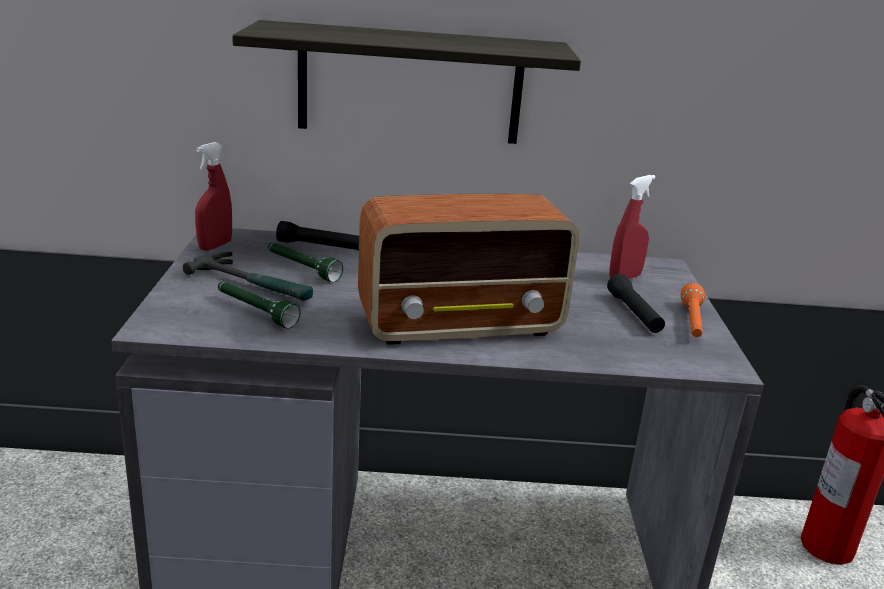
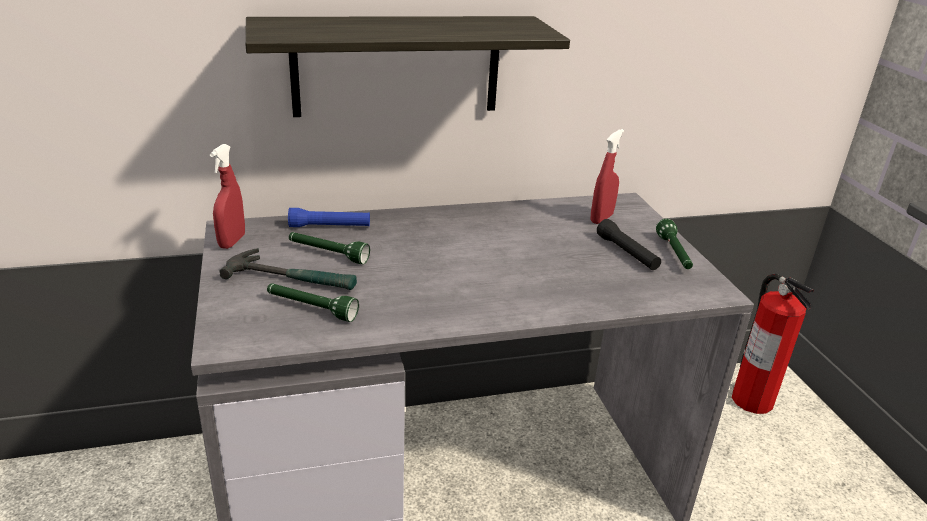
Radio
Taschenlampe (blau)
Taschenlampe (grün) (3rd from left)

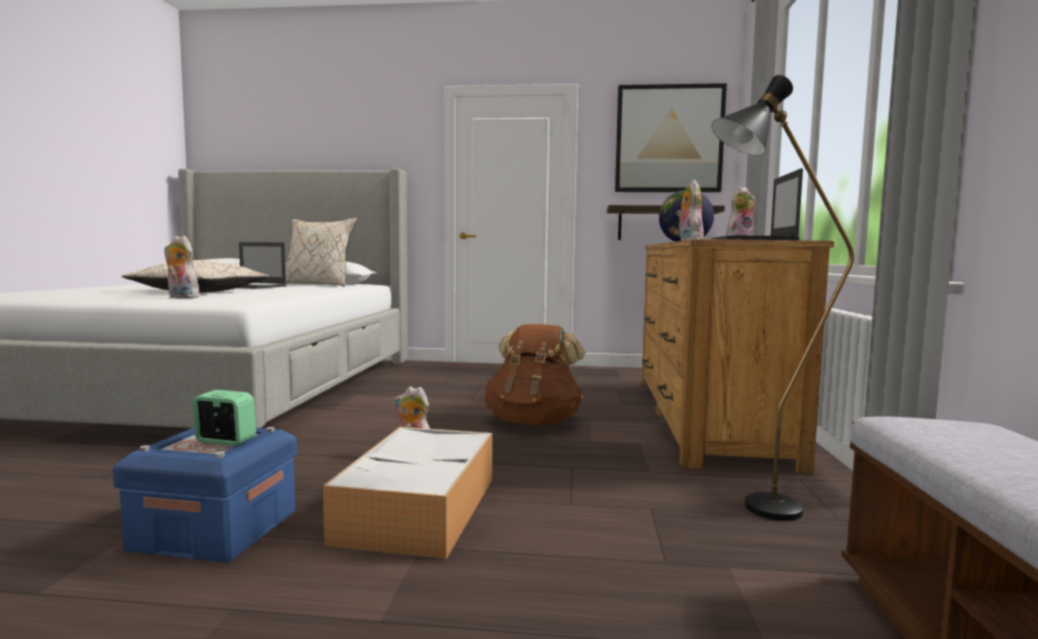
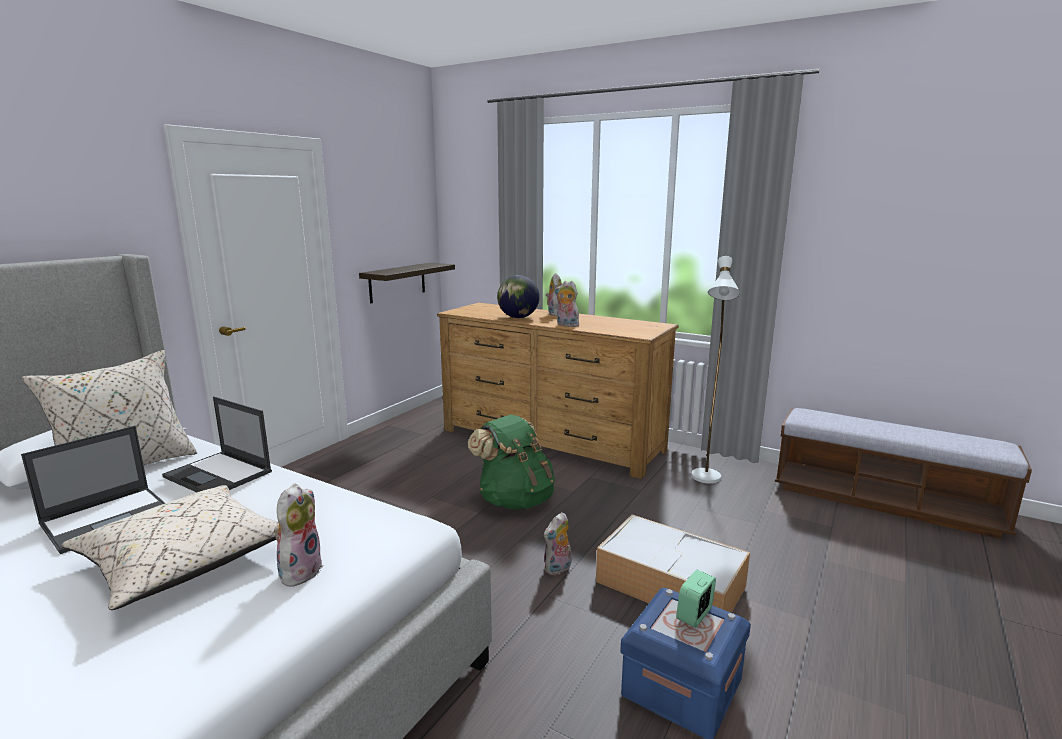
Bild
Laptop (2nd from left)
Rucksack (grün)
Stehlampe (weiß)
Plüschtier (1st from left)

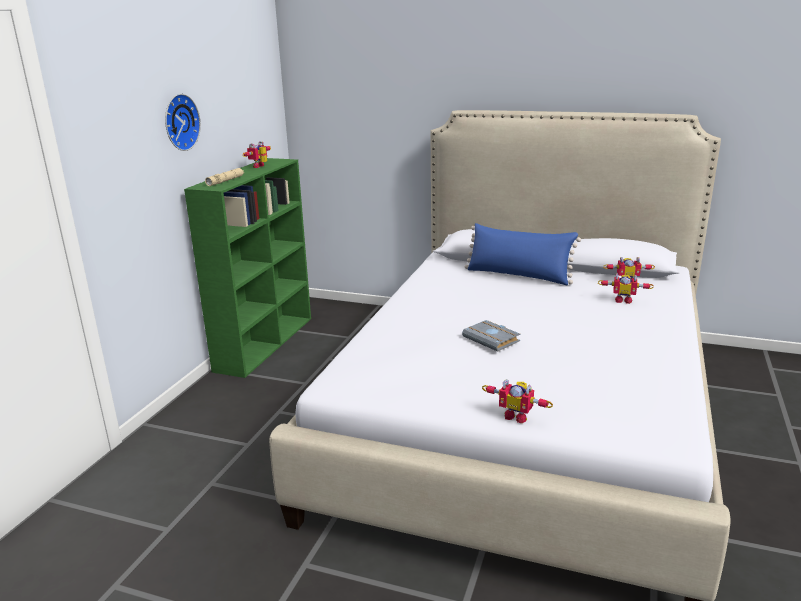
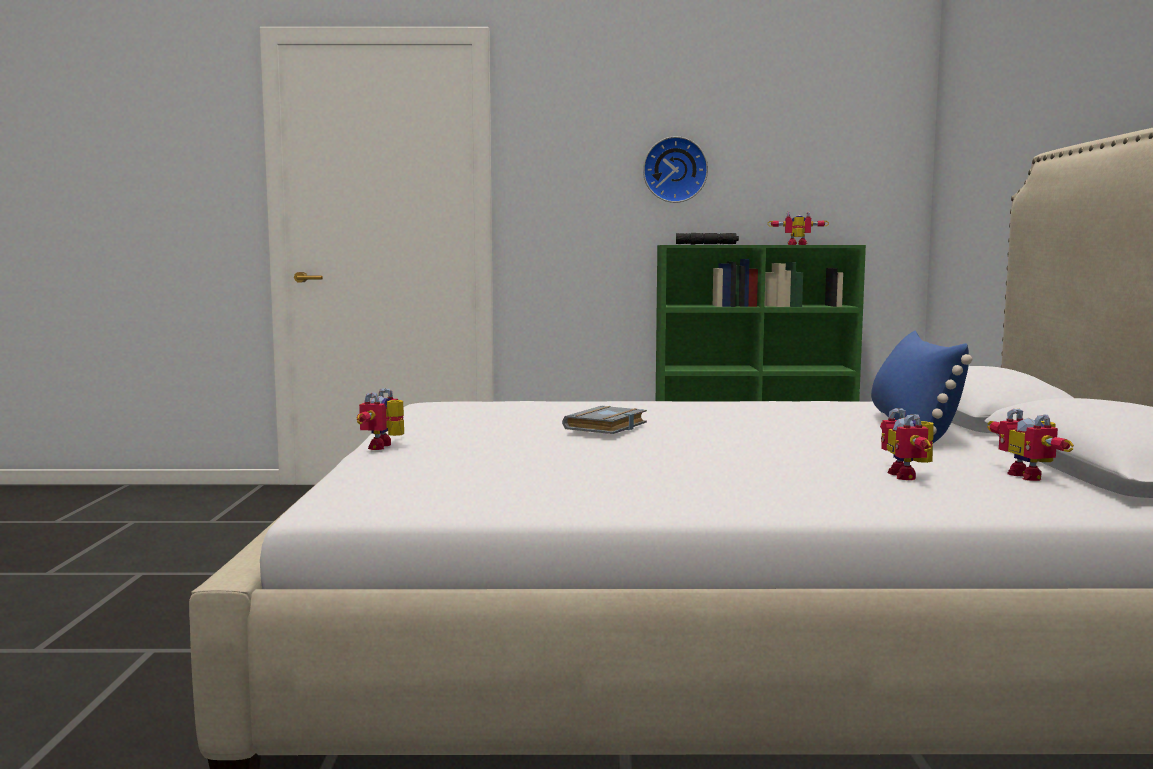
Taschenlampe (schwarz)

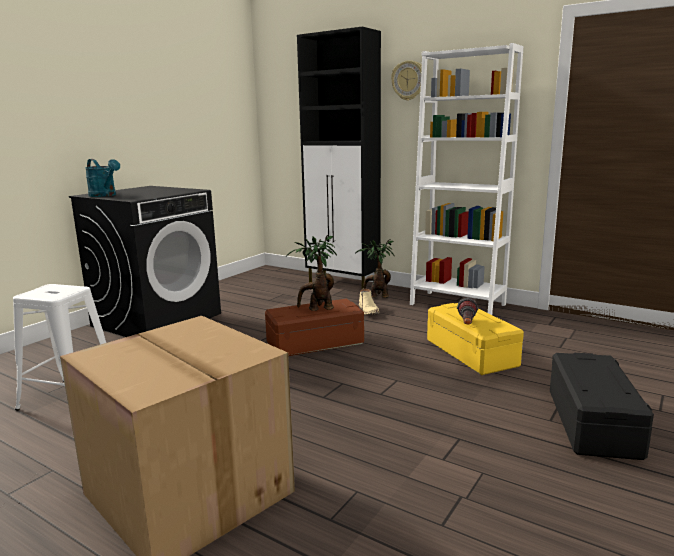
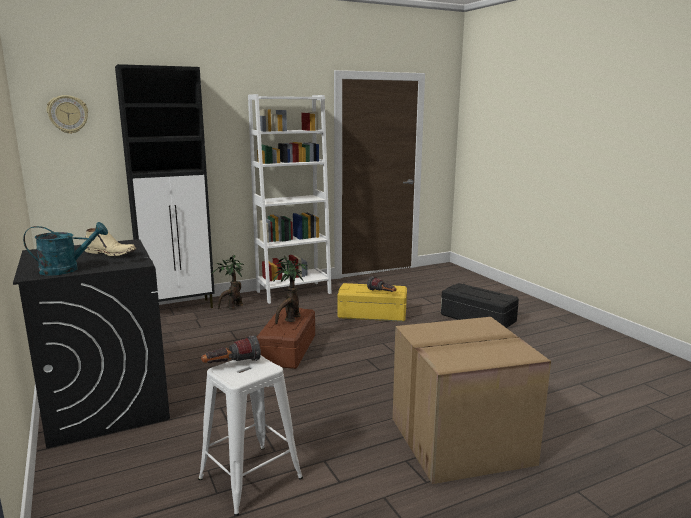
Taschenlampe (1st from left)
Stiefel (beige)
Wanduhr

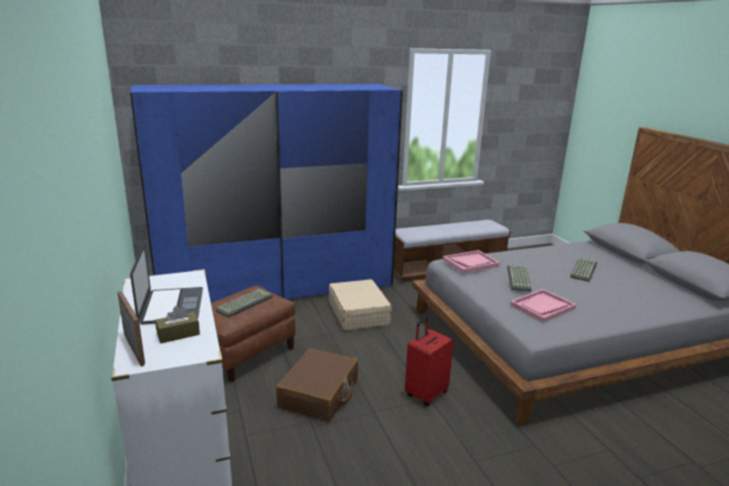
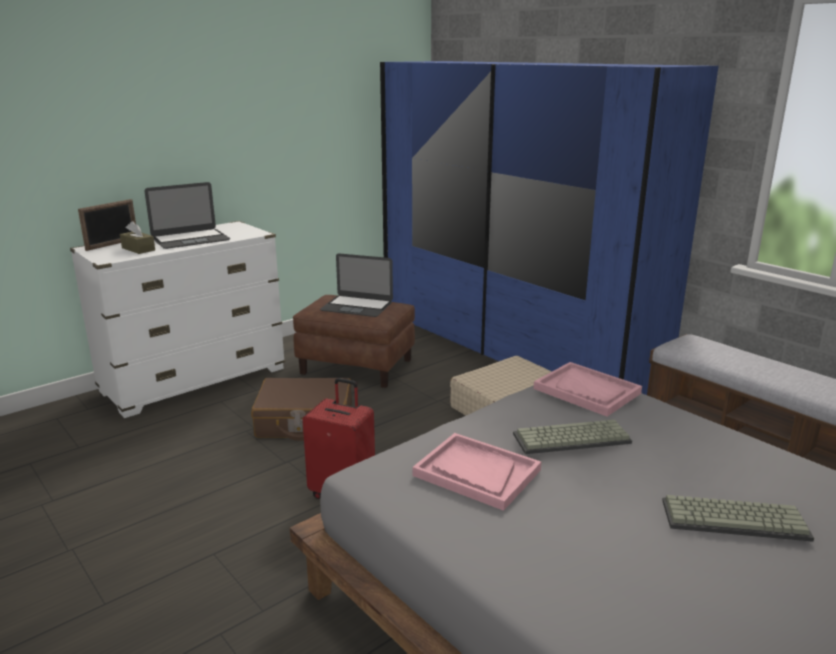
Laptop (2nd from left)

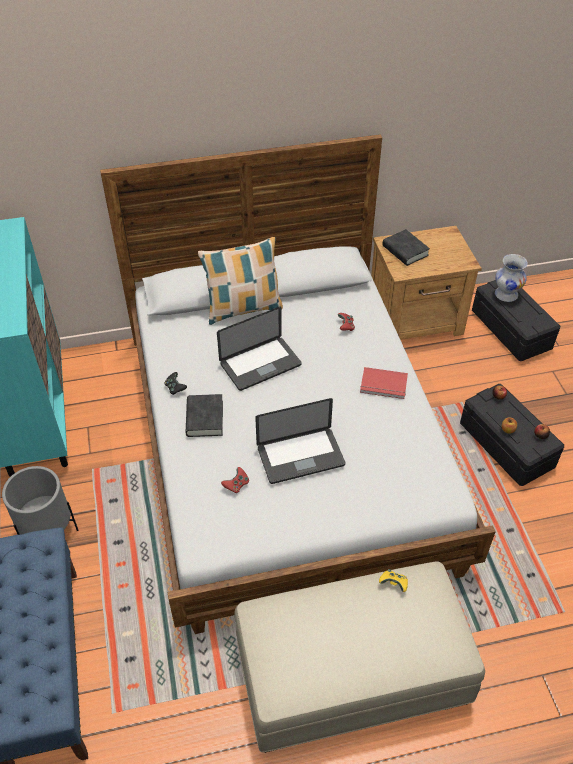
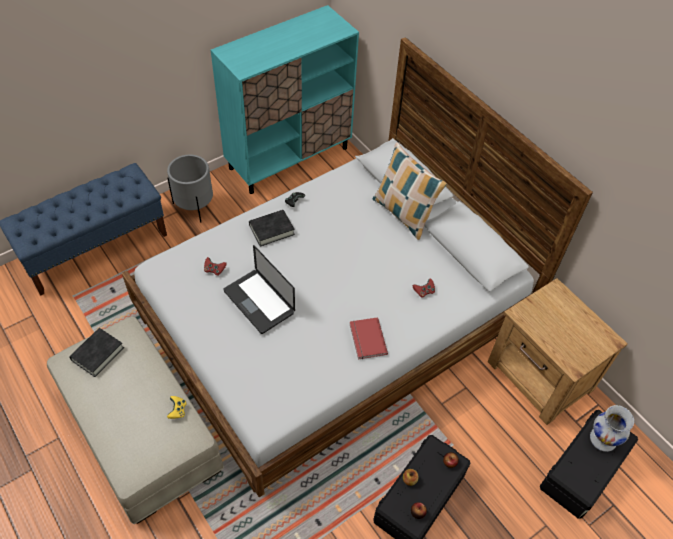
Laptop (1st from left in the first image)
Buch (schwarz) (1st from left)

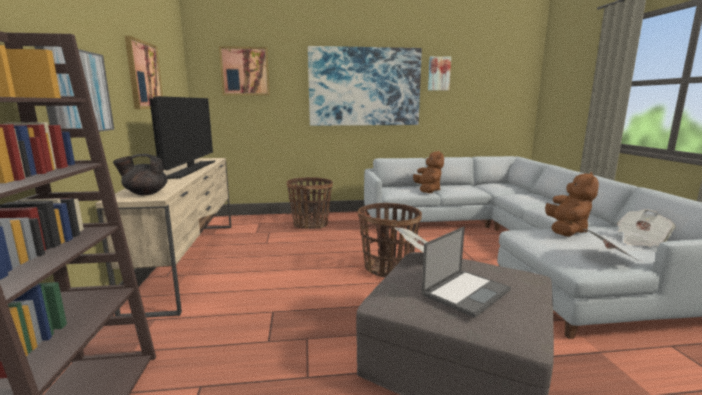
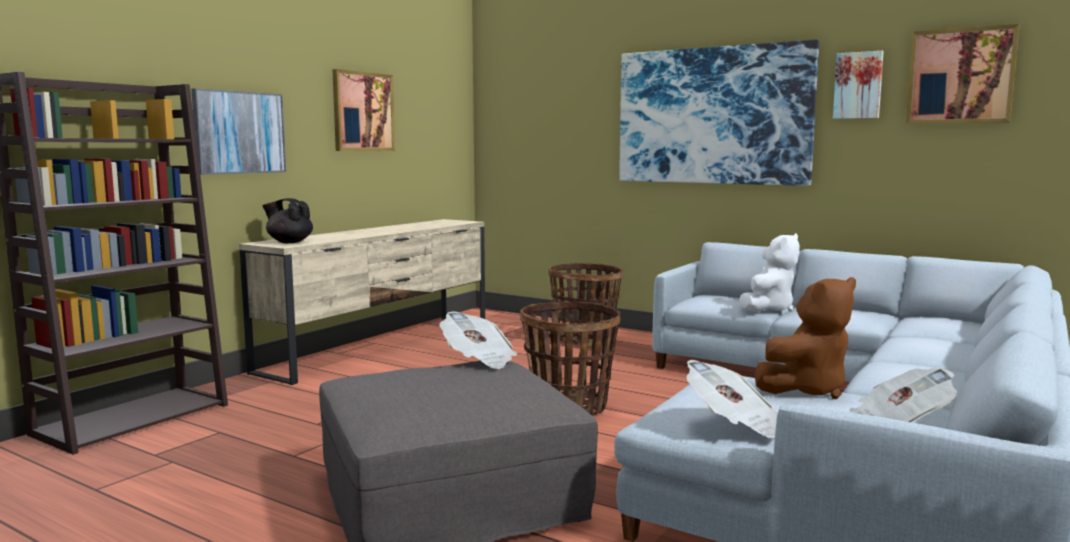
Fernseher
Laptop
Bild (5th from left)
Plüschtier (weiß)

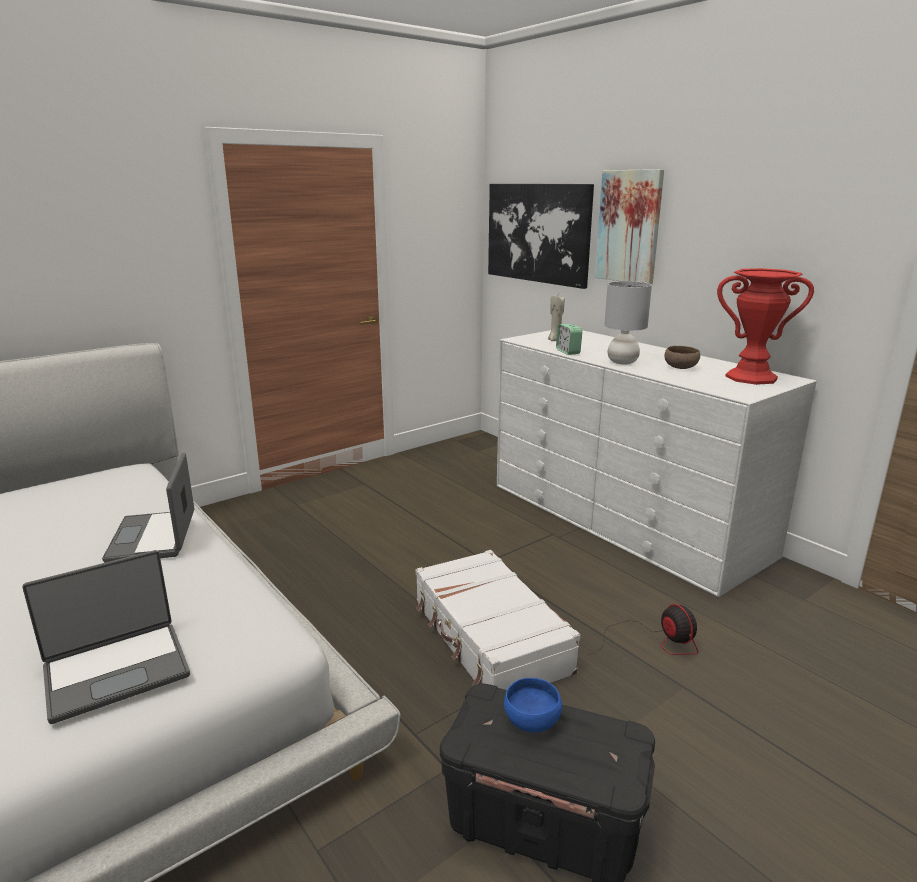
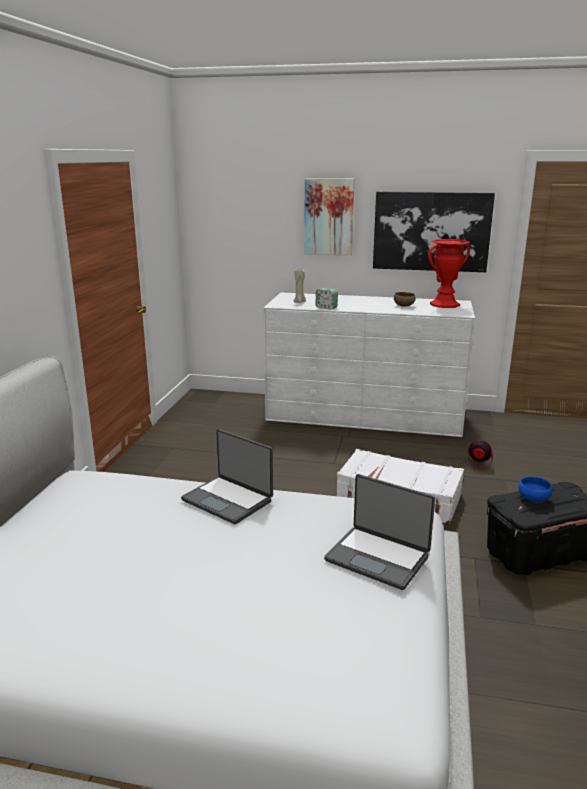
Tischlampe (grau)
Bild (2nd from left)
Laptop (2nd from left)

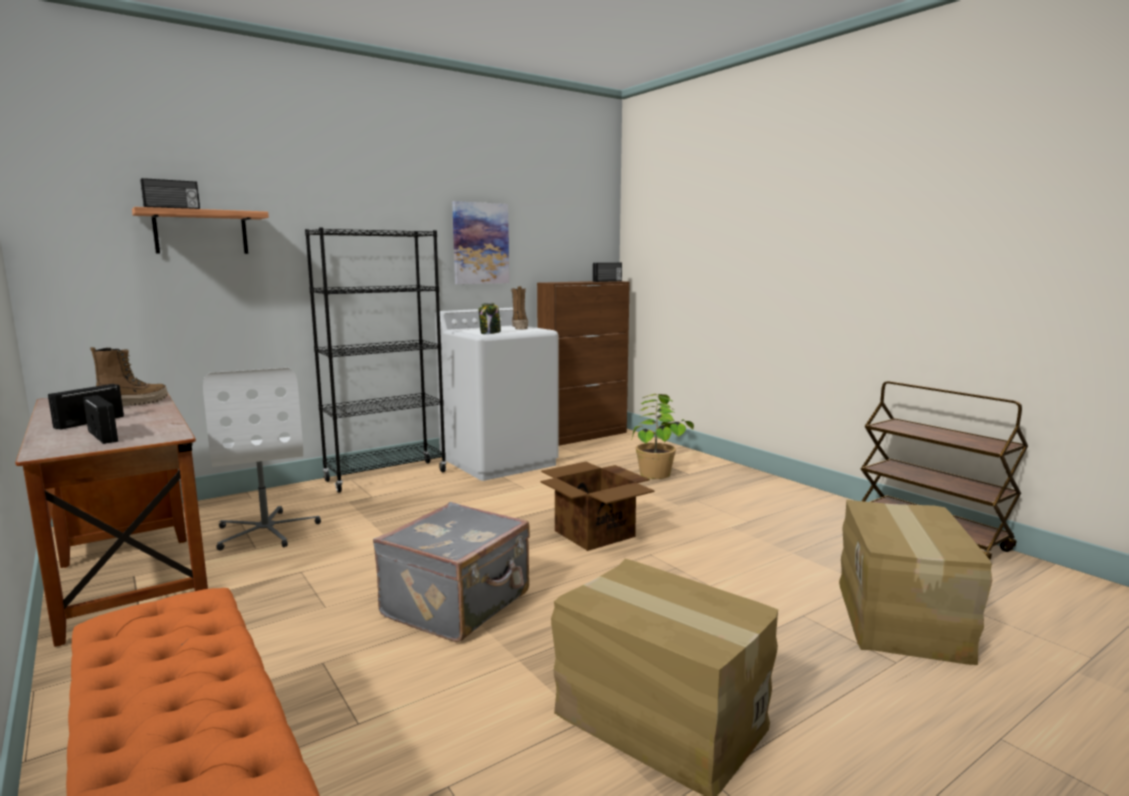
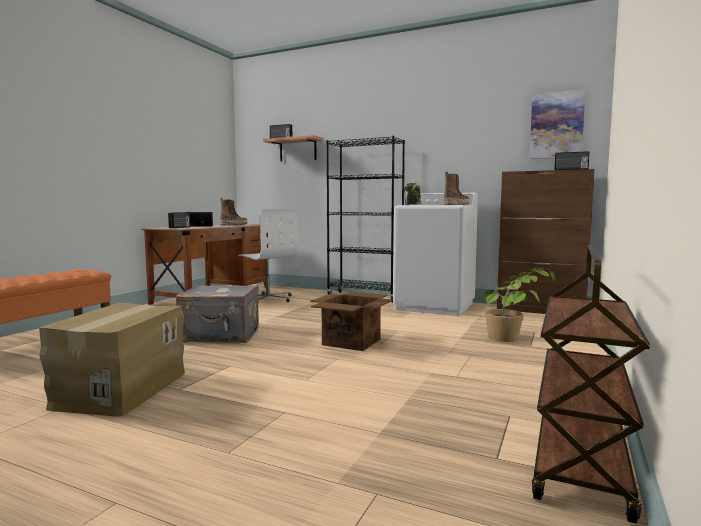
Karton (3rd from left in the first image)
Bild
Bürostuhl (weiß)

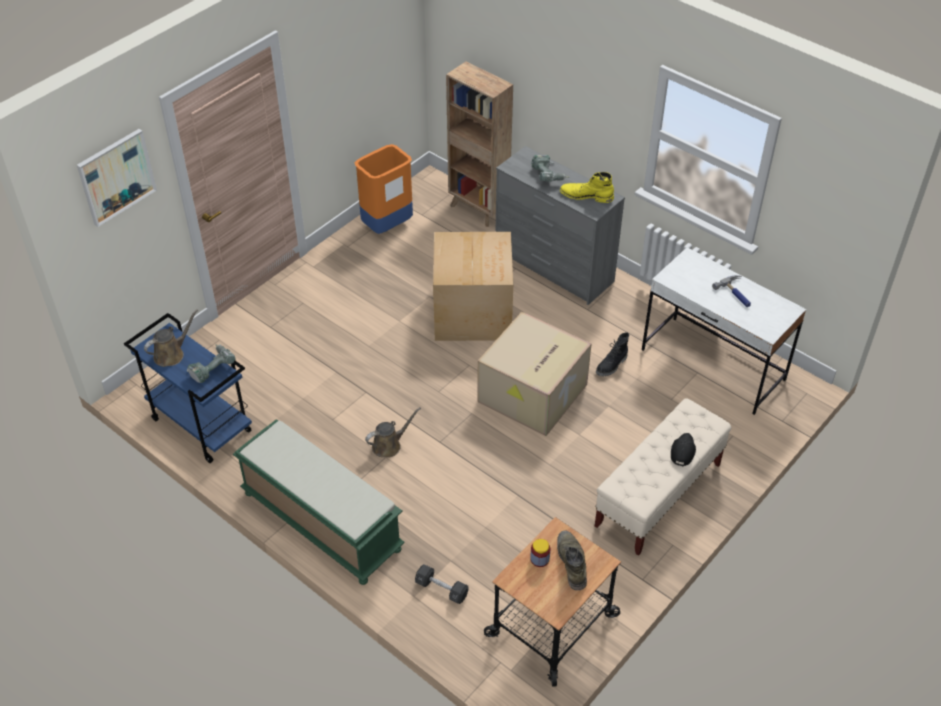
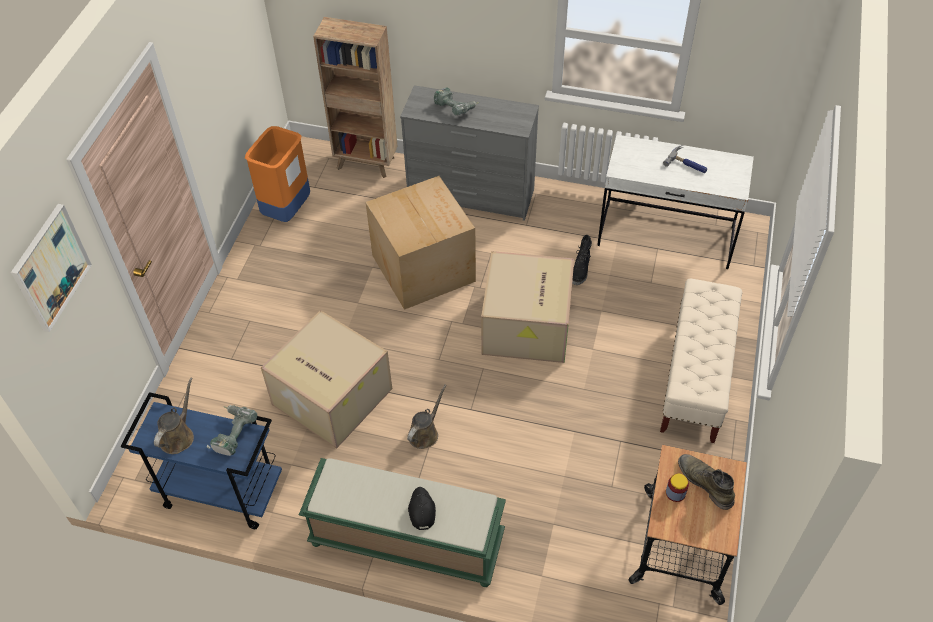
Hantel (schwarz)
Stiefel (gelb)
Karton (1st from left)
Kappe (schwarz)

